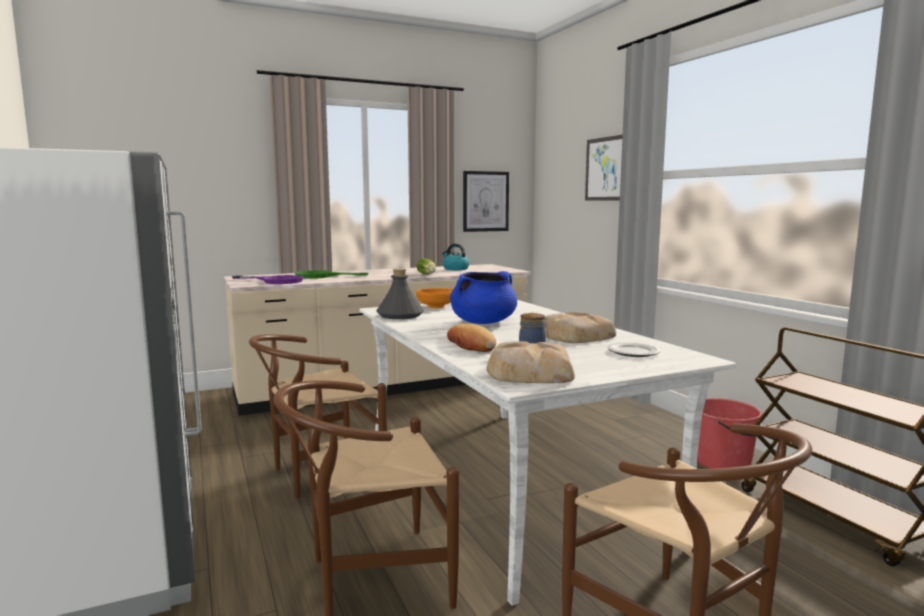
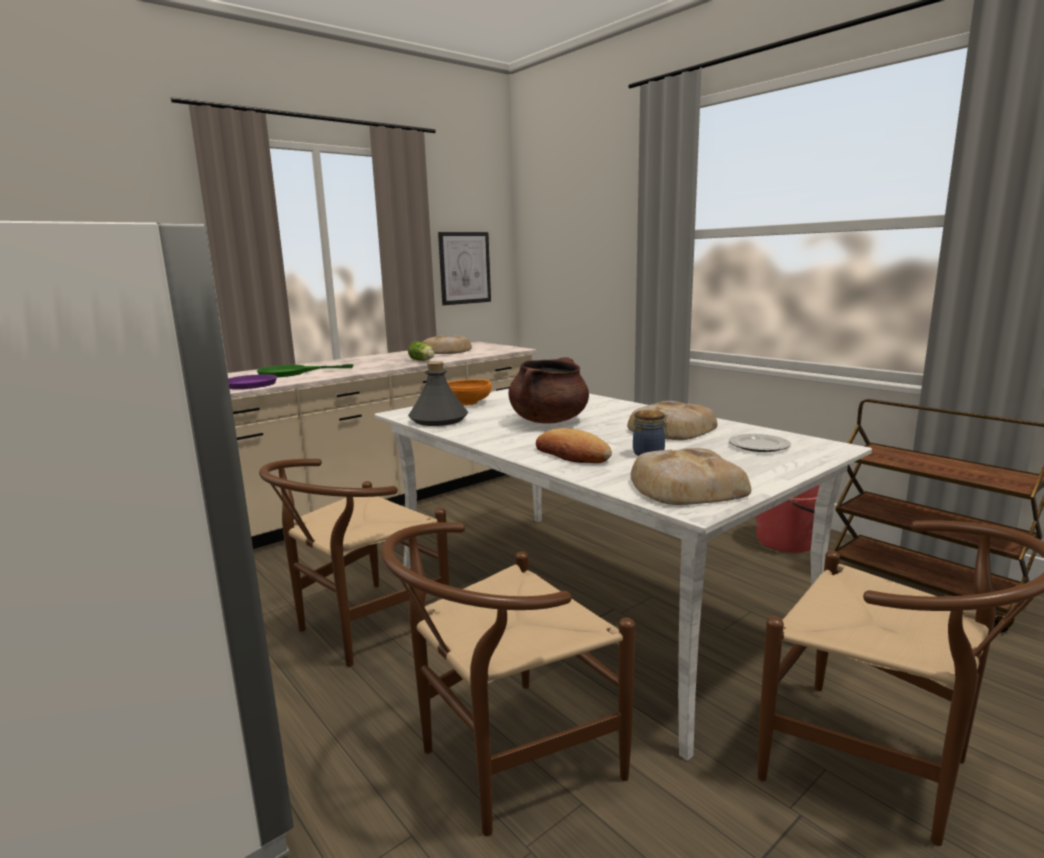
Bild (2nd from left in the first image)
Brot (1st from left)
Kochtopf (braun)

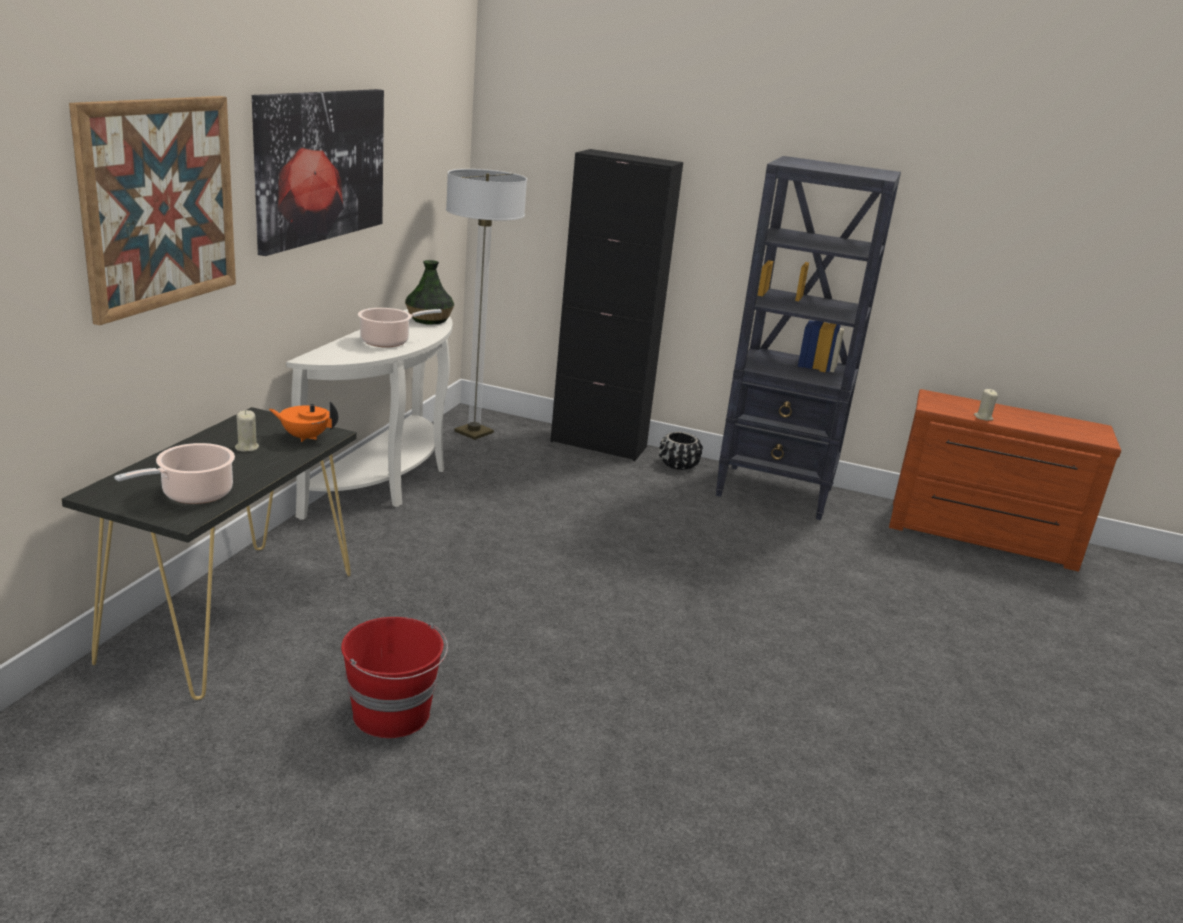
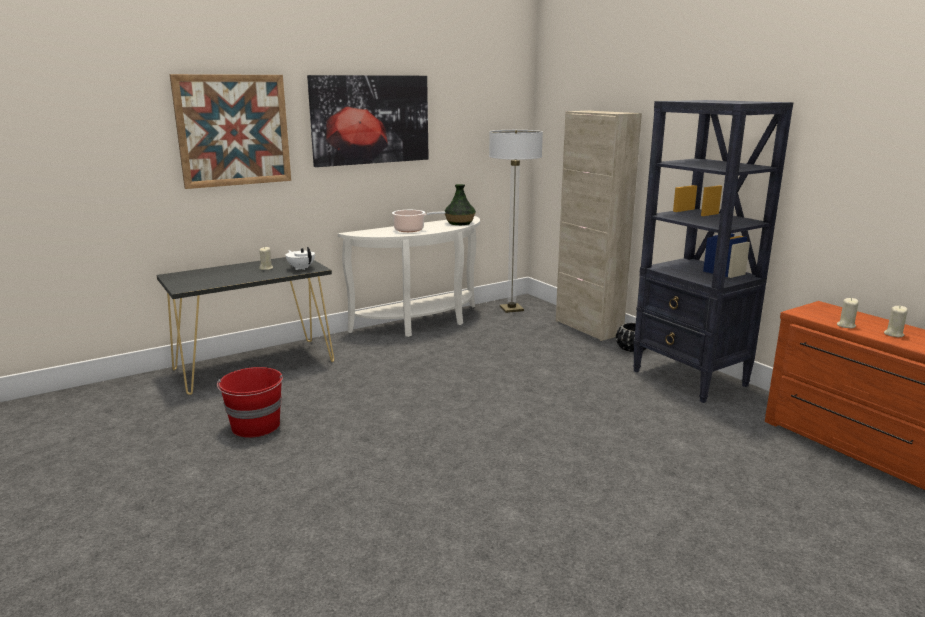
Kochtopf (1st from left in the first image)
Kerze (beige) (3rd from left)
Teekanne (weiß)
Schrank (beige)

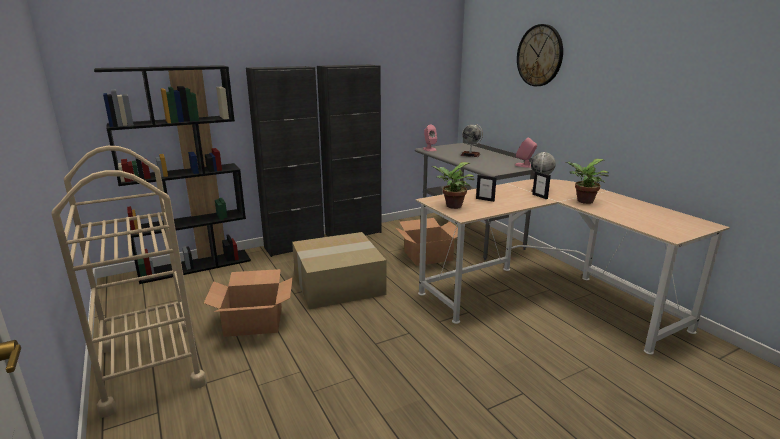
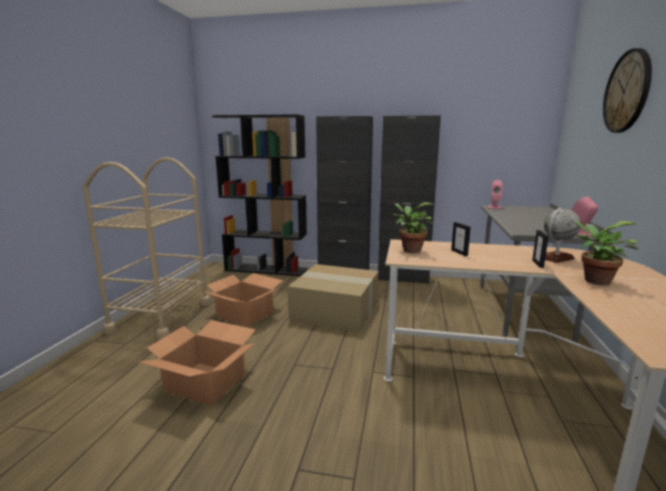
Globus (1st from left in the first image)
Karton (1st from left)

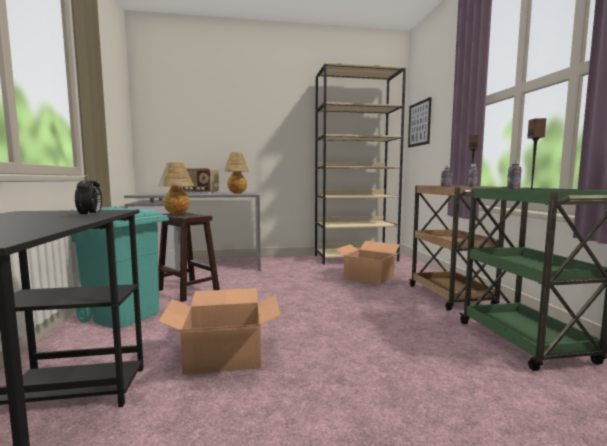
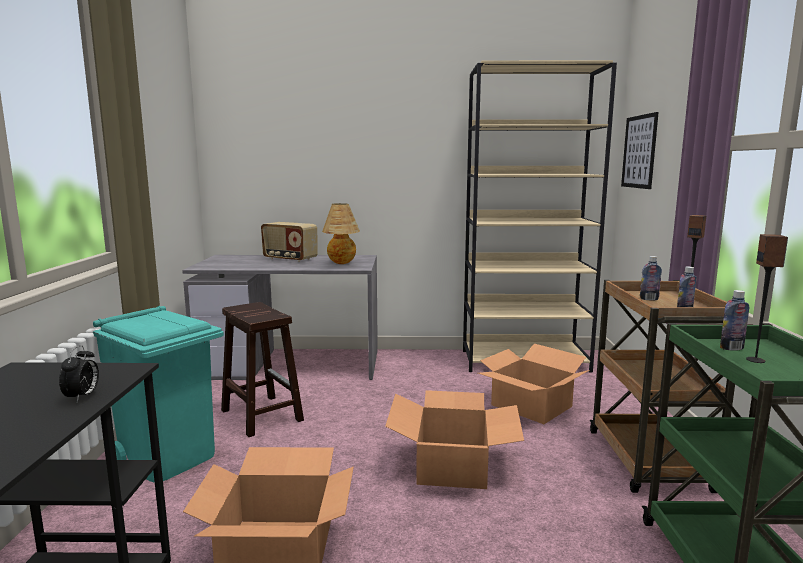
Tischlampe (1st from left in the first image)
Karton (2nd from left)

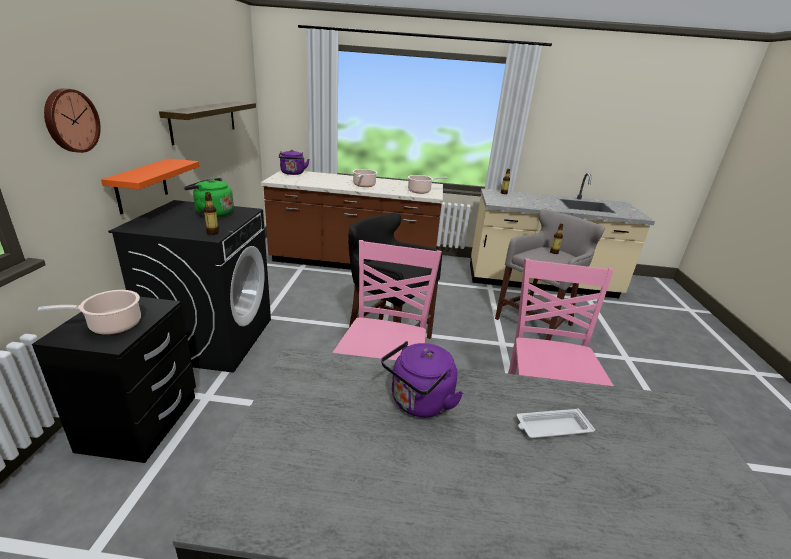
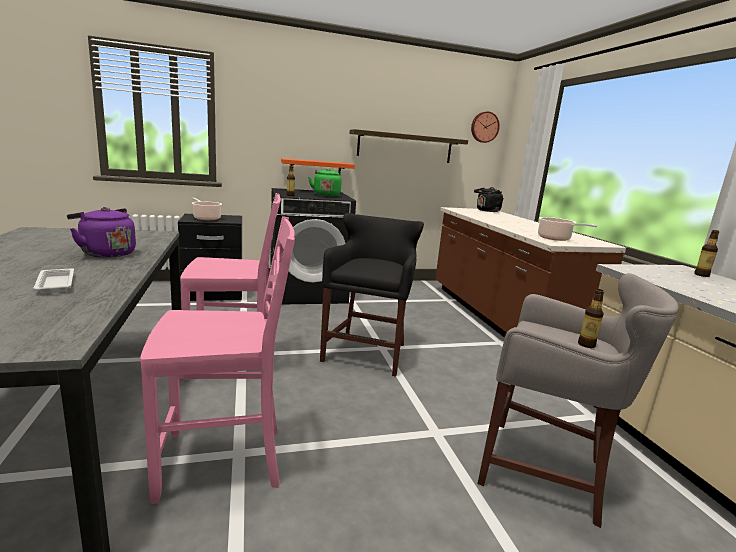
Kochtopf (2nd from left in the first image)
Wanduhr
Wasserkessel (schwarz)

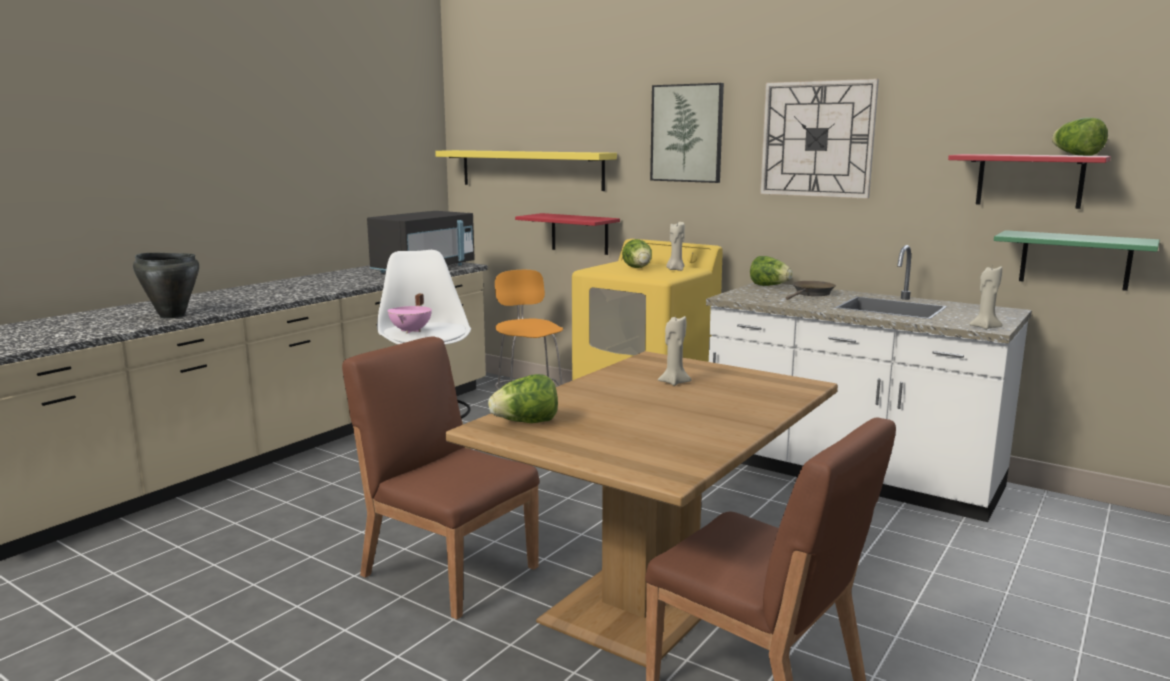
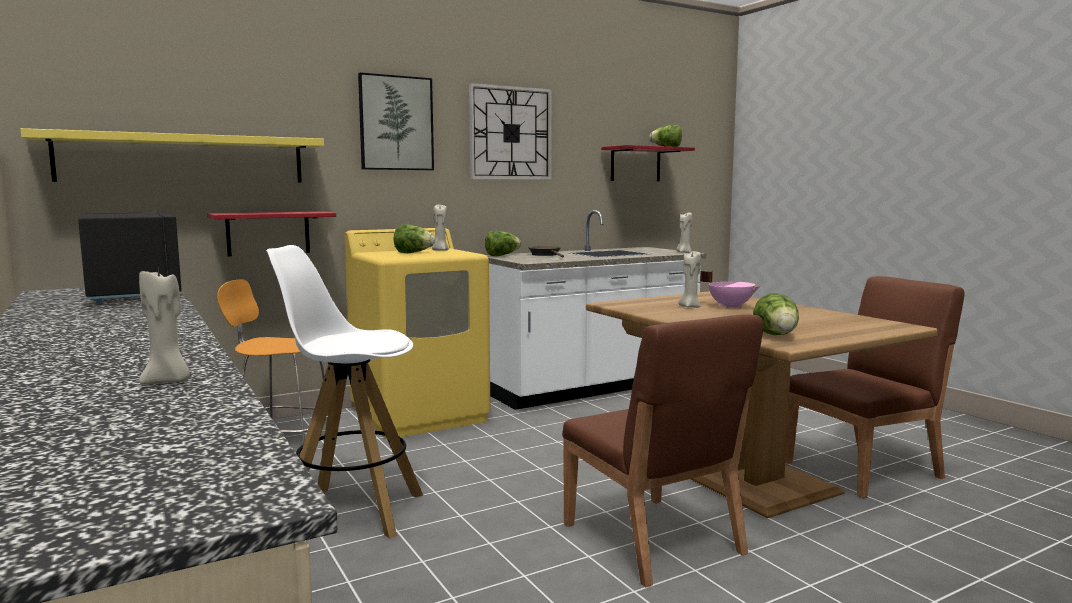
Wandregal (grün)
Kochtopf (rosa)
Kerze (beige) (1st from left)
Stuhl (braun) (1st from left)

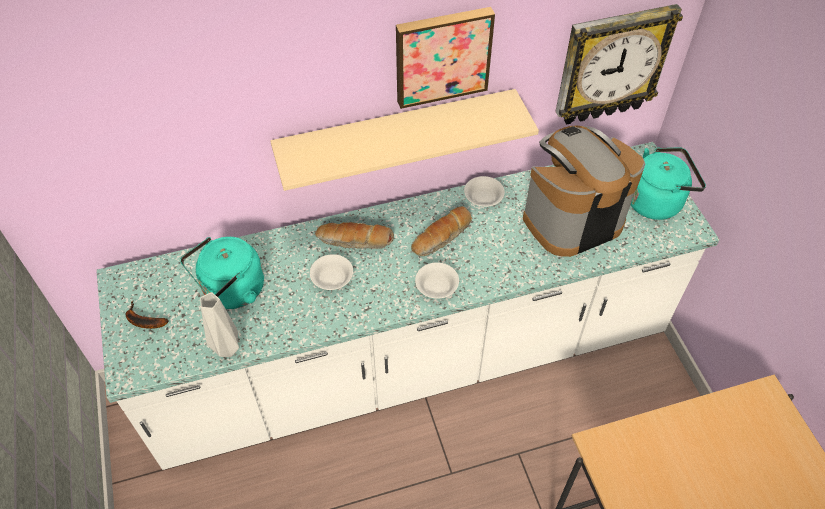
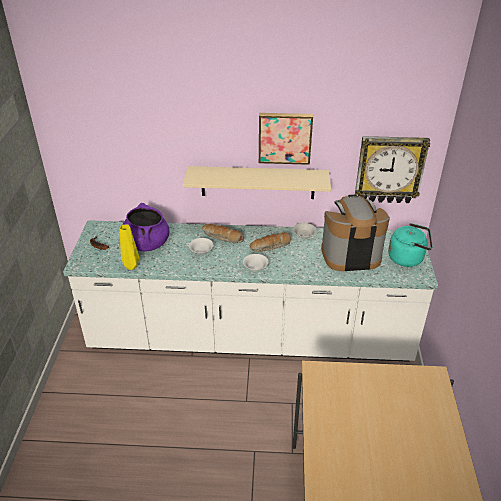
Kochtopf (lila)
Vase (gelb)

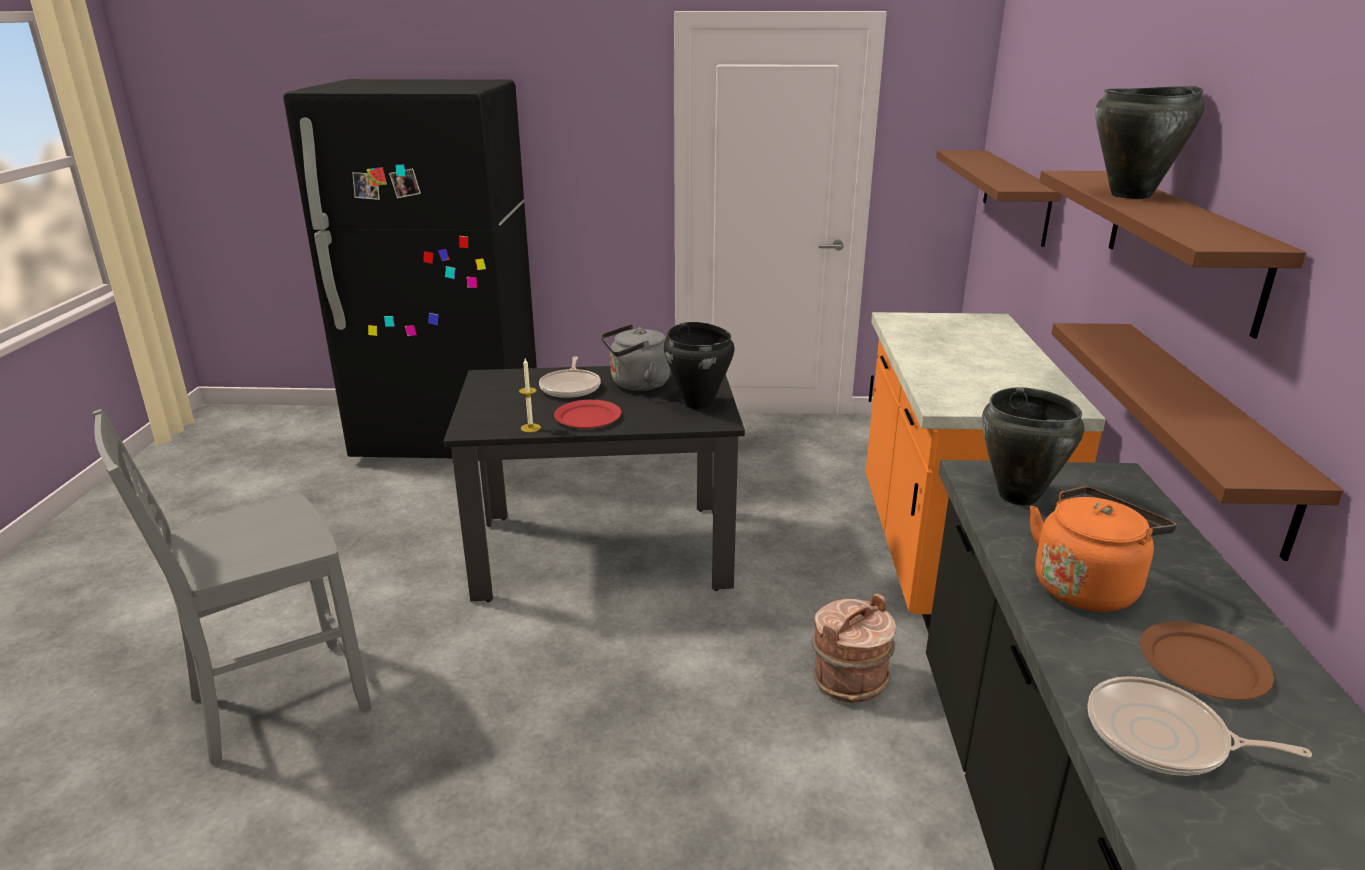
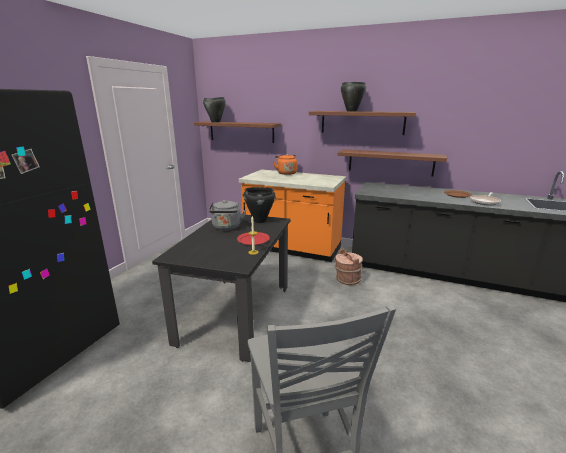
Pfanne (1st from left in the first image)
Kochtopf (schwarz) (1st from left)
Wasserkessel (orange)

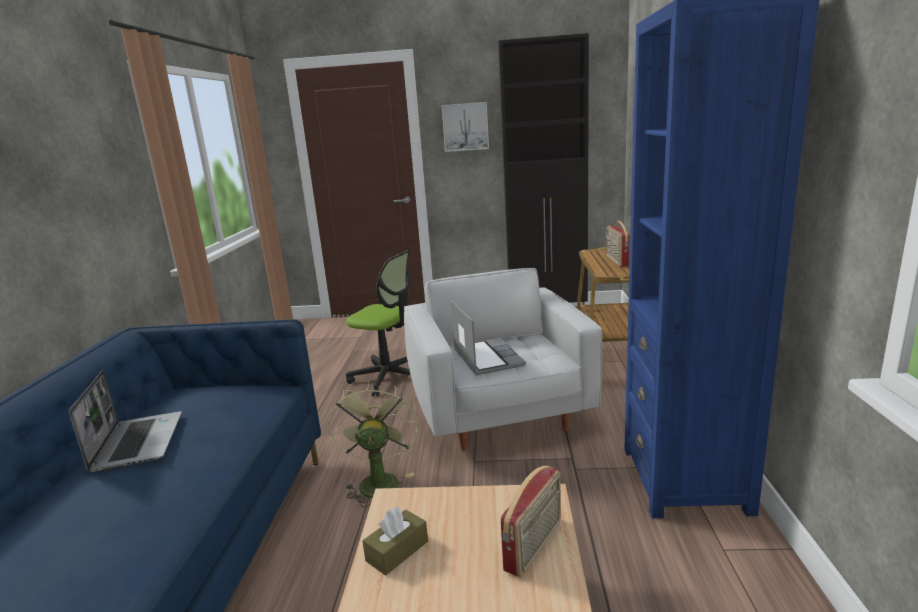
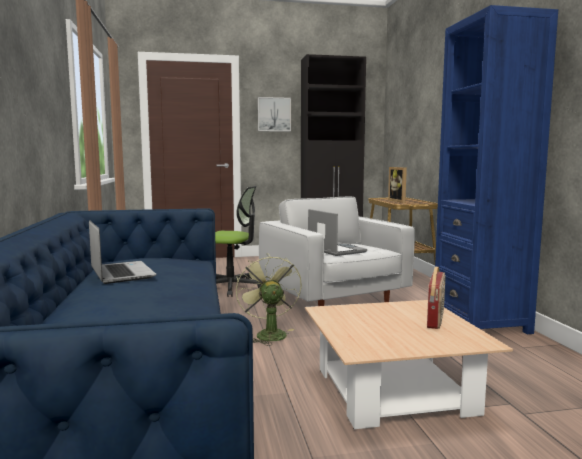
Taschentuchbox (braun)
Bilderrahmen

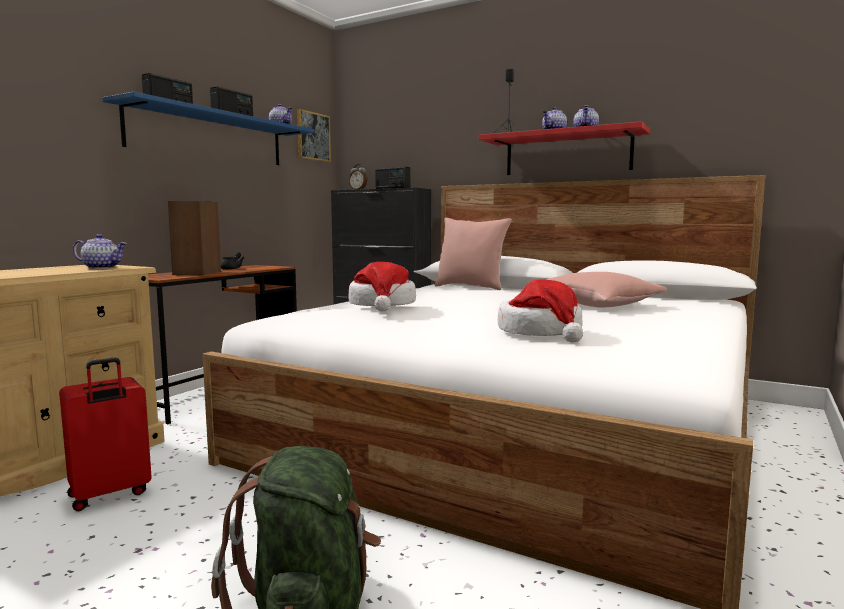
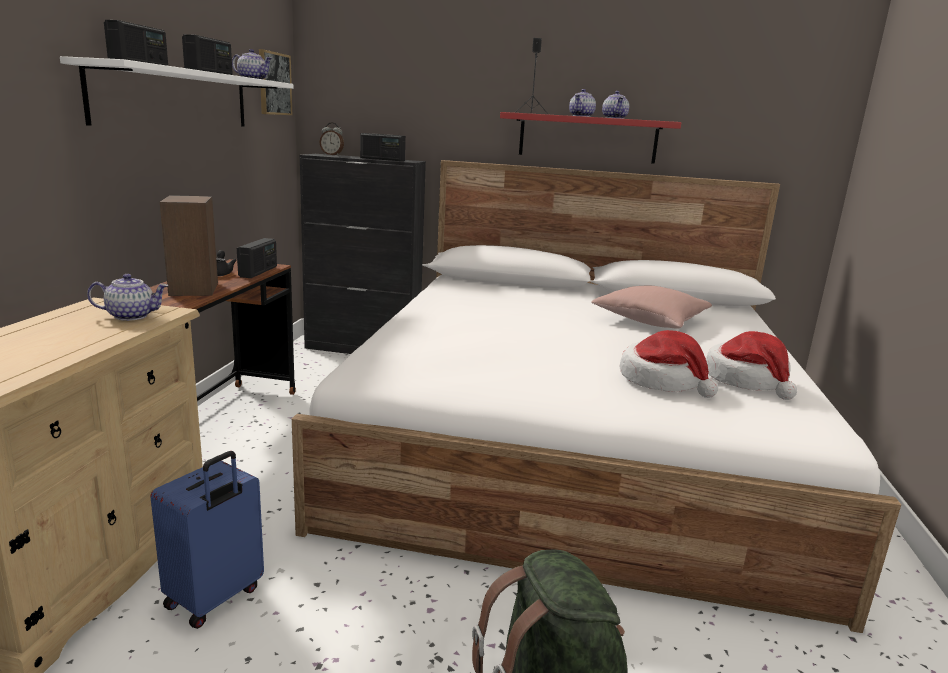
Kissen (rosa) (1st from left in the first image)
Radio (3rd from left)
Hut (2nd from left)
Koffer (blau)
Wandregal (weiß)

